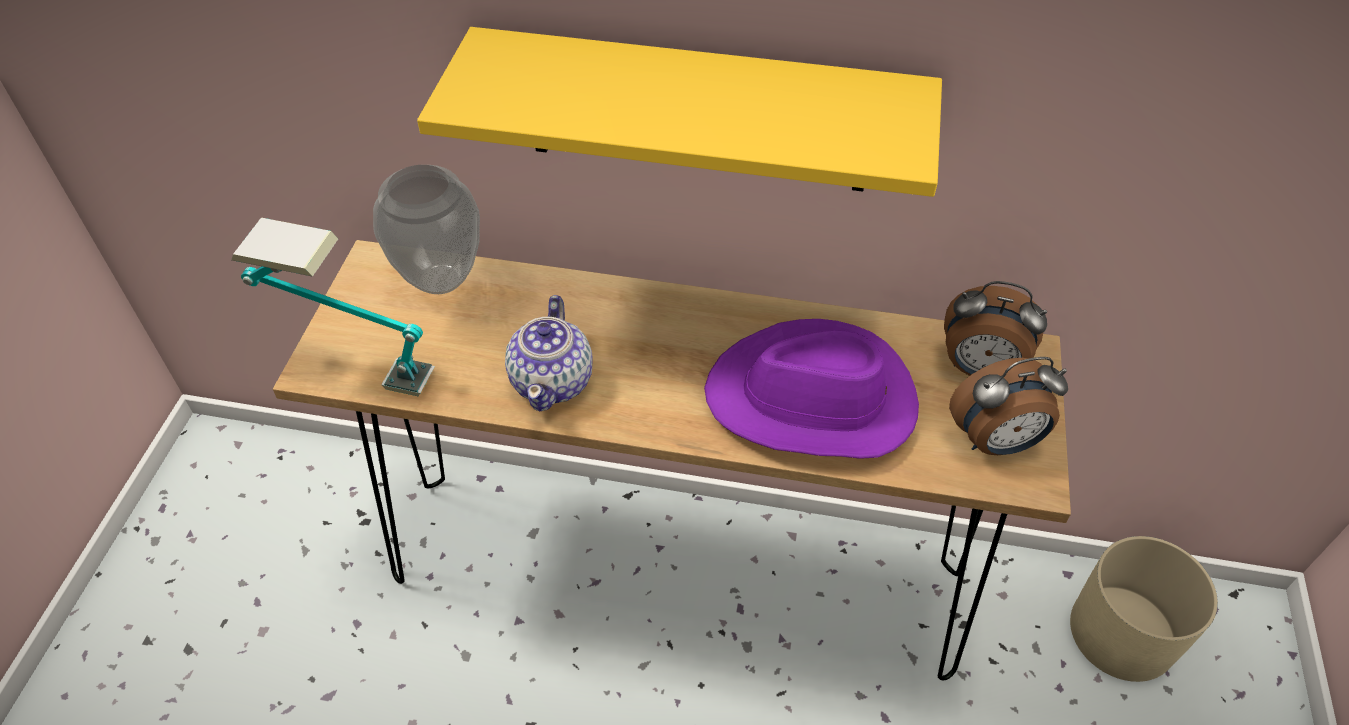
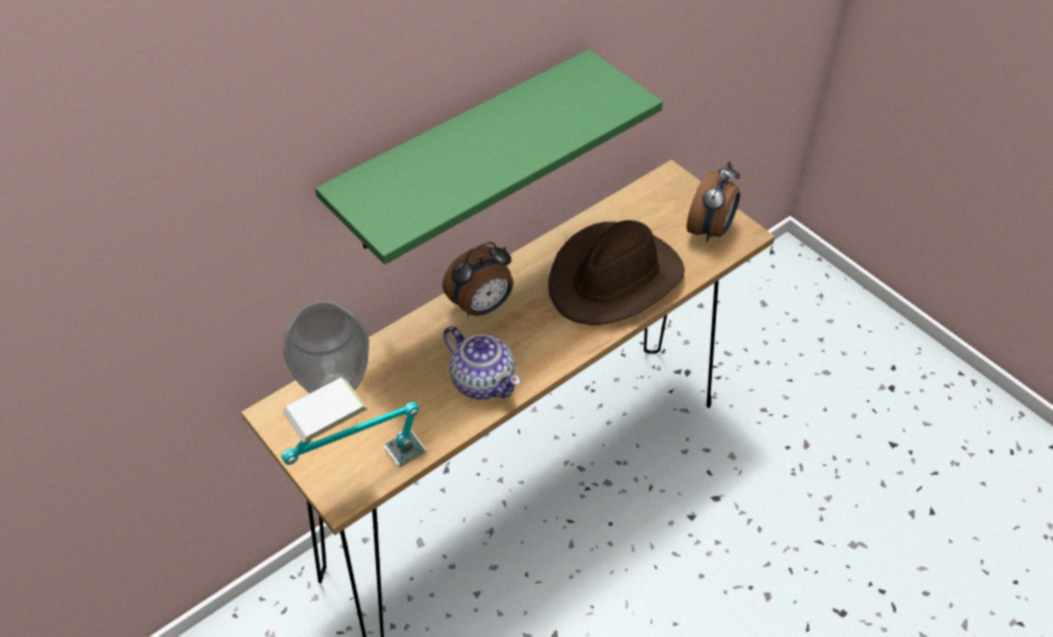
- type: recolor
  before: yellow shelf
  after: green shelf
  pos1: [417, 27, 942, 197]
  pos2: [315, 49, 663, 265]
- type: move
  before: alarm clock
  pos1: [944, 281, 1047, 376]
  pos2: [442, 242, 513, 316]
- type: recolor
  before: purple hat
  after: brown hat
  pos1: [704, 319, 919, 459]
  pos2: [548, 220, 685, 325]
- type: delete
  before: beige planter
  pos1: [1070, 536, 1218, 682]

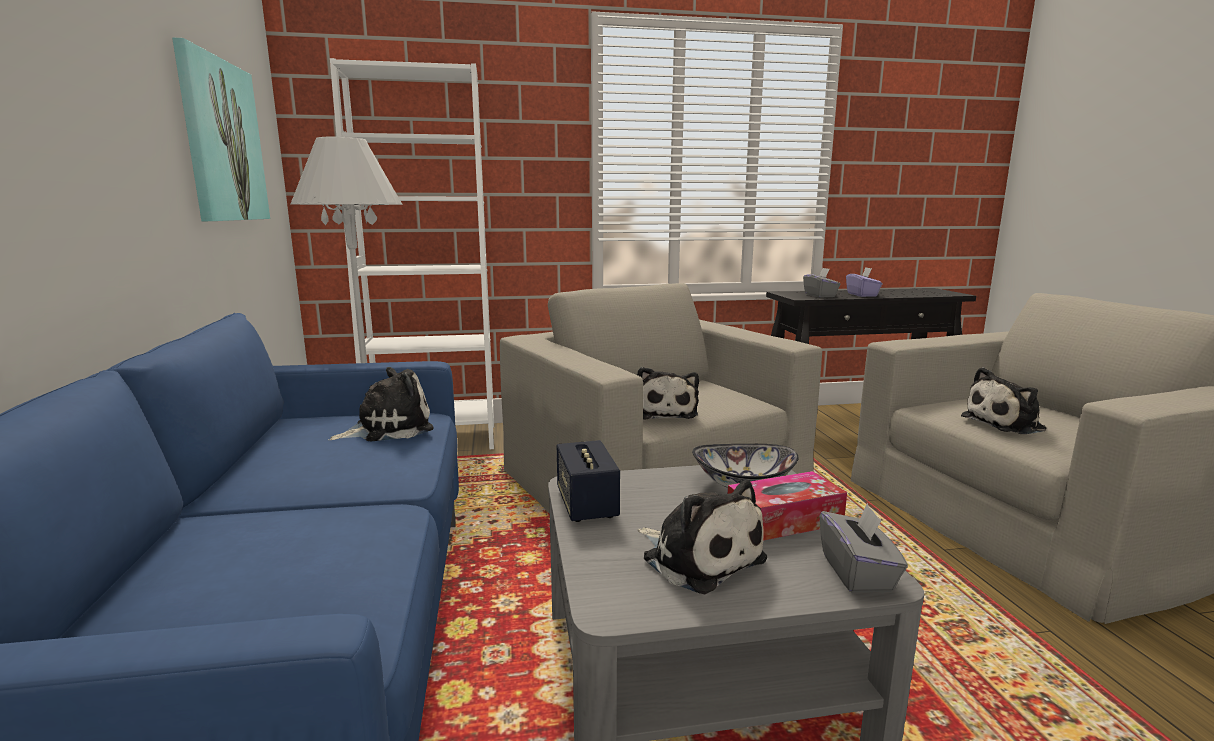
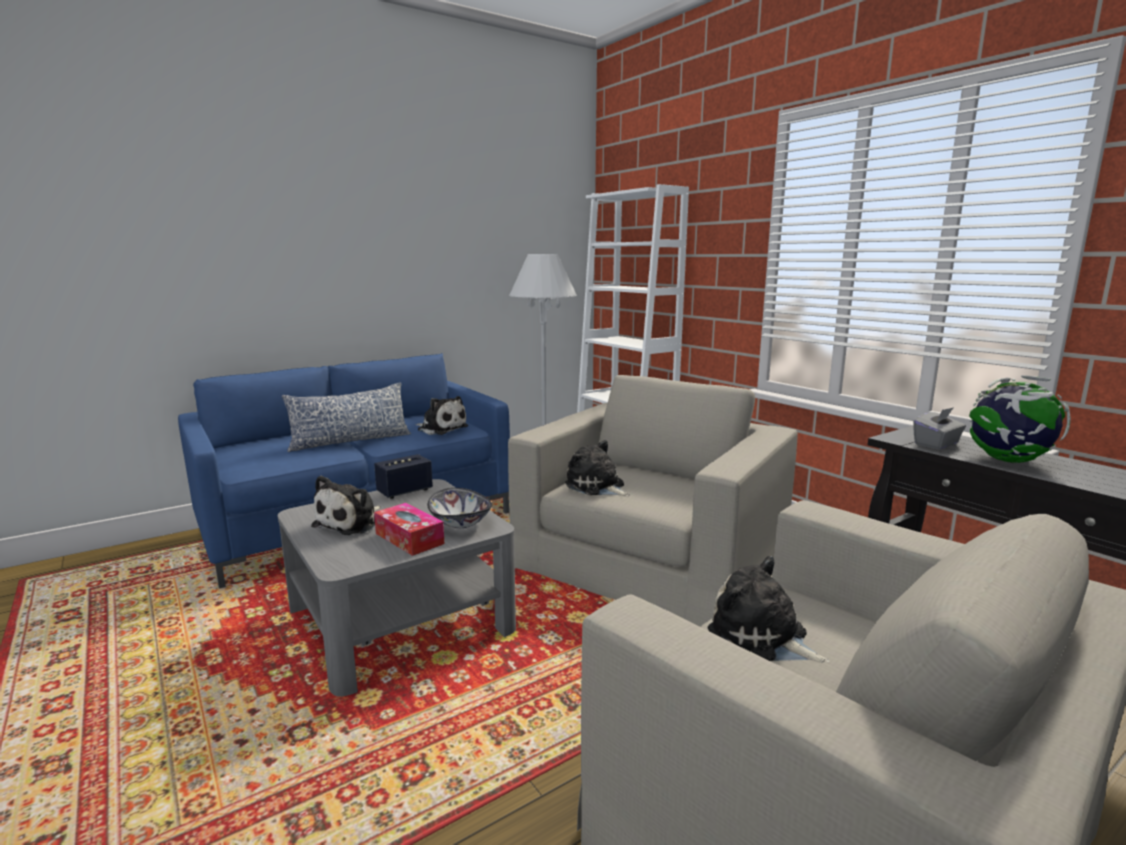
- type: delete
  before: picture
  pos1: [172, 38, 270, 221]
- type: replace
  before: purple tissue box
  after: globe
  pos1: [846, 268, 883, 297]
  pos2: [969, 375, 1071, 463]
- type: rotate
  before: plush toy
  pos1: [637, 367, 699, 420]
  pos2: [565, 440, 630, 496]
  turn: 75
- type: delete
  before: grey tissue box
  pos1: [820, 503, 908, 593]
- type: insert
  after: pillow
  pos2: [282, 382, 411, 452]

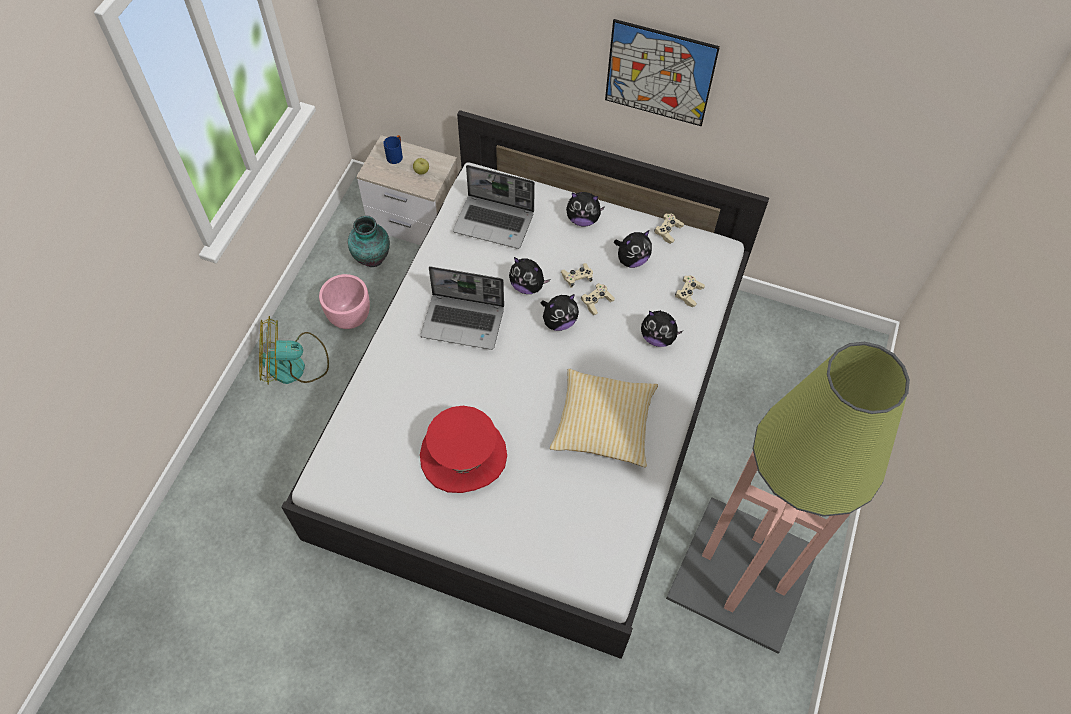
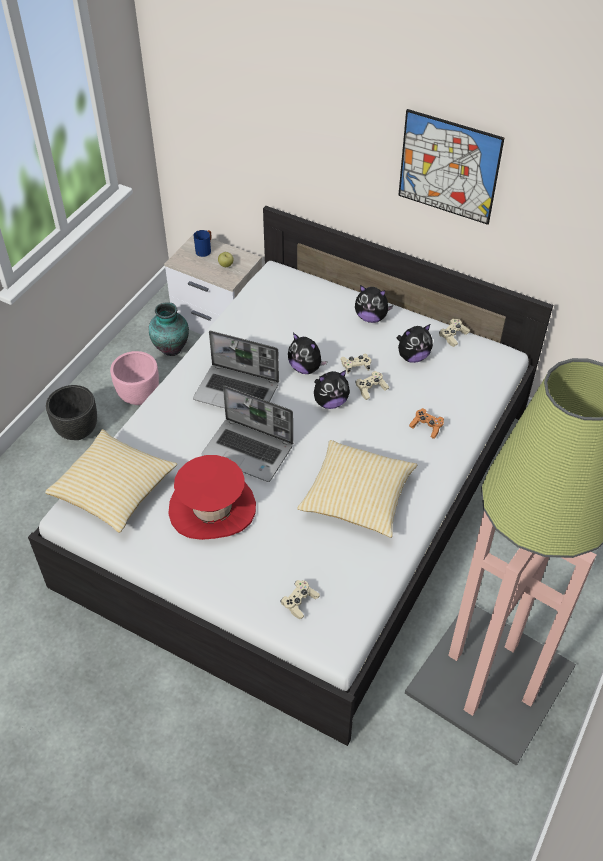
- type: move
  before: laptop
  pos1: [453, 165, 535, 249]
  pos2: [201, 386, 293, 482]
- type: move
  before: beige game controller
  pos1: [675, 275, 705, 307]
  pos2: [280, 580, 320, 619]
- type: replace
  before: plush toy
  after: orange game controller
  pos1: [641, 310, 683, 347]
  pos2: [409, 408, 444, 439]
- type: replace
  before: fan
  after: black planter
  pos1: [259, 316, 329, 384]
  pos2: [46, 385, 97, 440]
- type: insert
  after: pillow
  pos2: [45, 429, 177, 533]

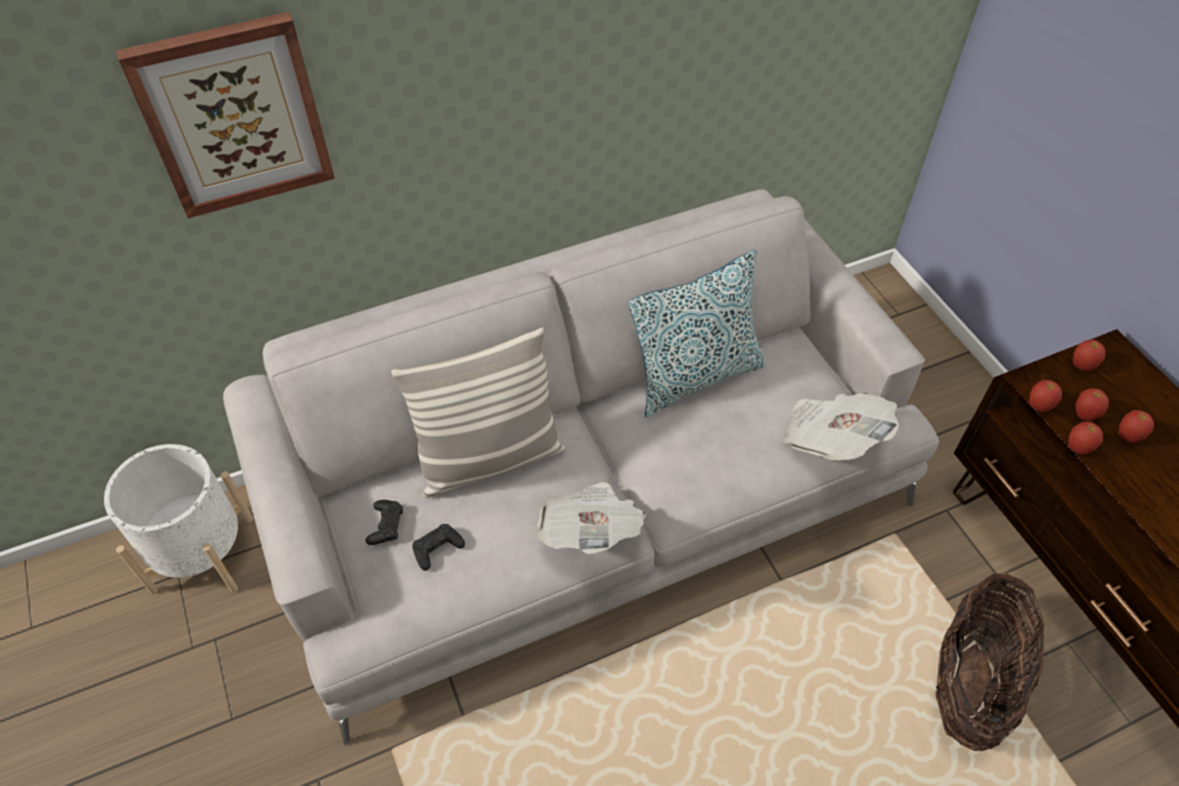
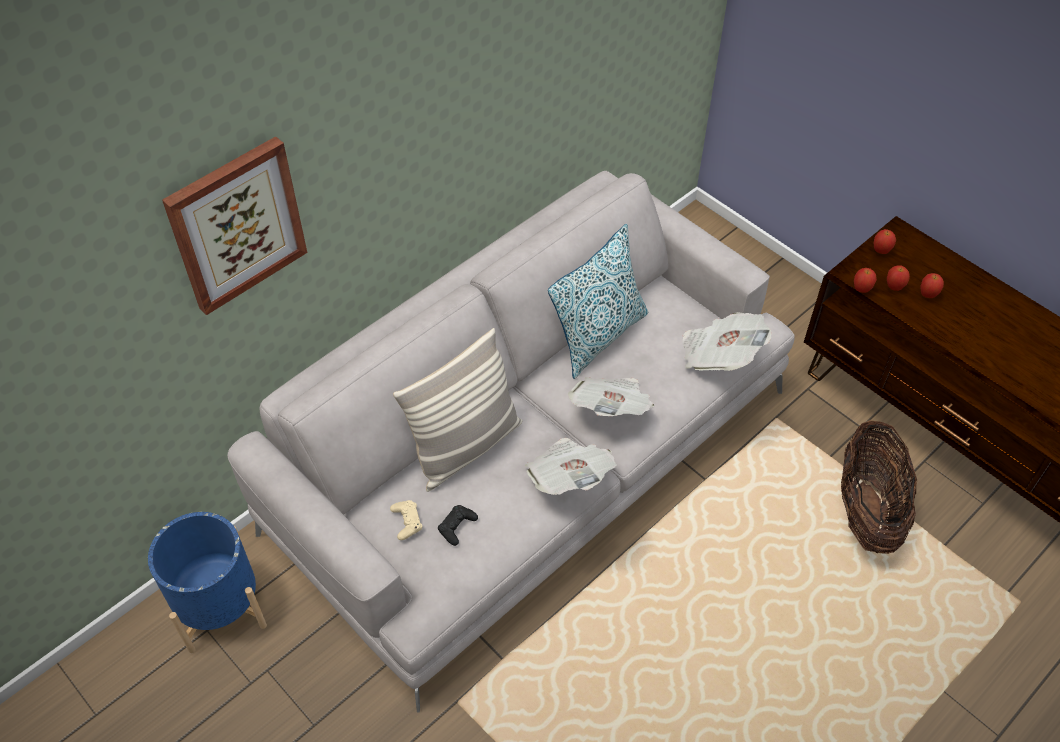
- type: delete
  before: apple
  pos1: [1068, 422, 1103, 455]
- type: recolor
  before: white planter
  after: blue planter
  pos1: [104, 444, 253, 594]
  pos2: [148, 512, 267, 653]
- type: recolor
  before: black game controller
  after: beige game controller
  pos1: [366, 500, 403, 545]
  pos2: [390, 500, 422, 540]
- type: insert
  after: newspaper
  pos2: [568, 377, 654, 416]

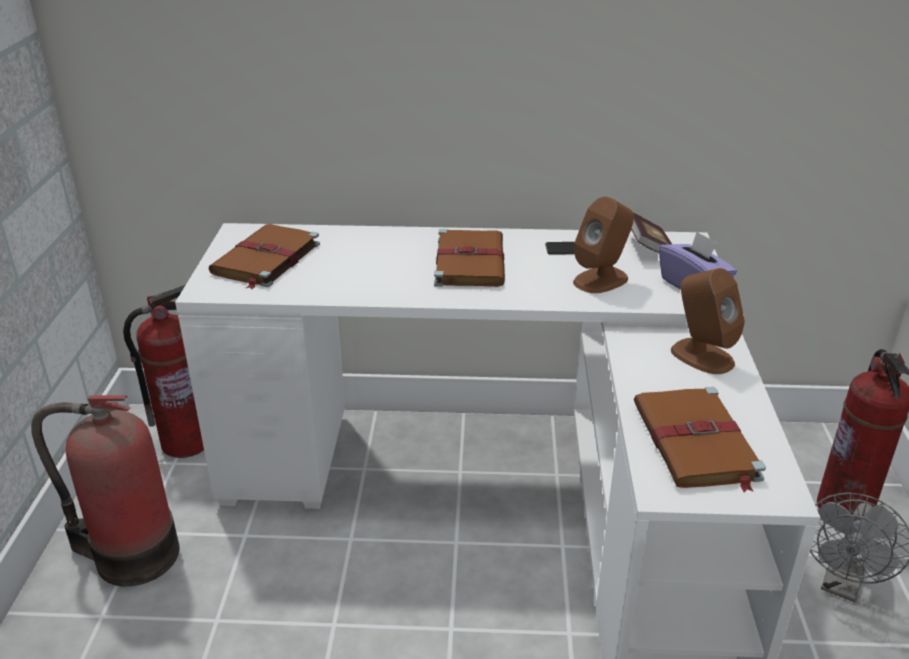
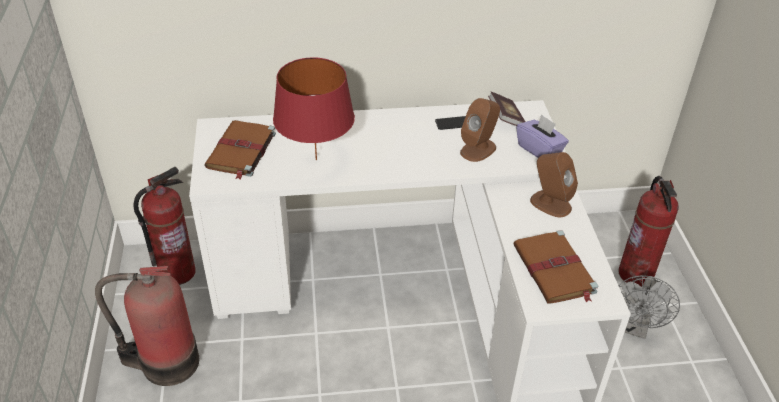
- type: delete
  before: brown book
  pos1: [434, 229, 505, 287]
- type: insert
  after: red table lamp
  pos2: [273, 57, 355, 160]

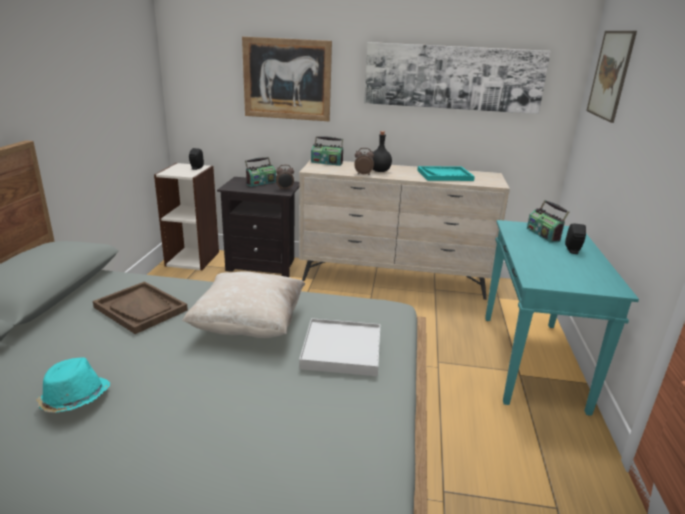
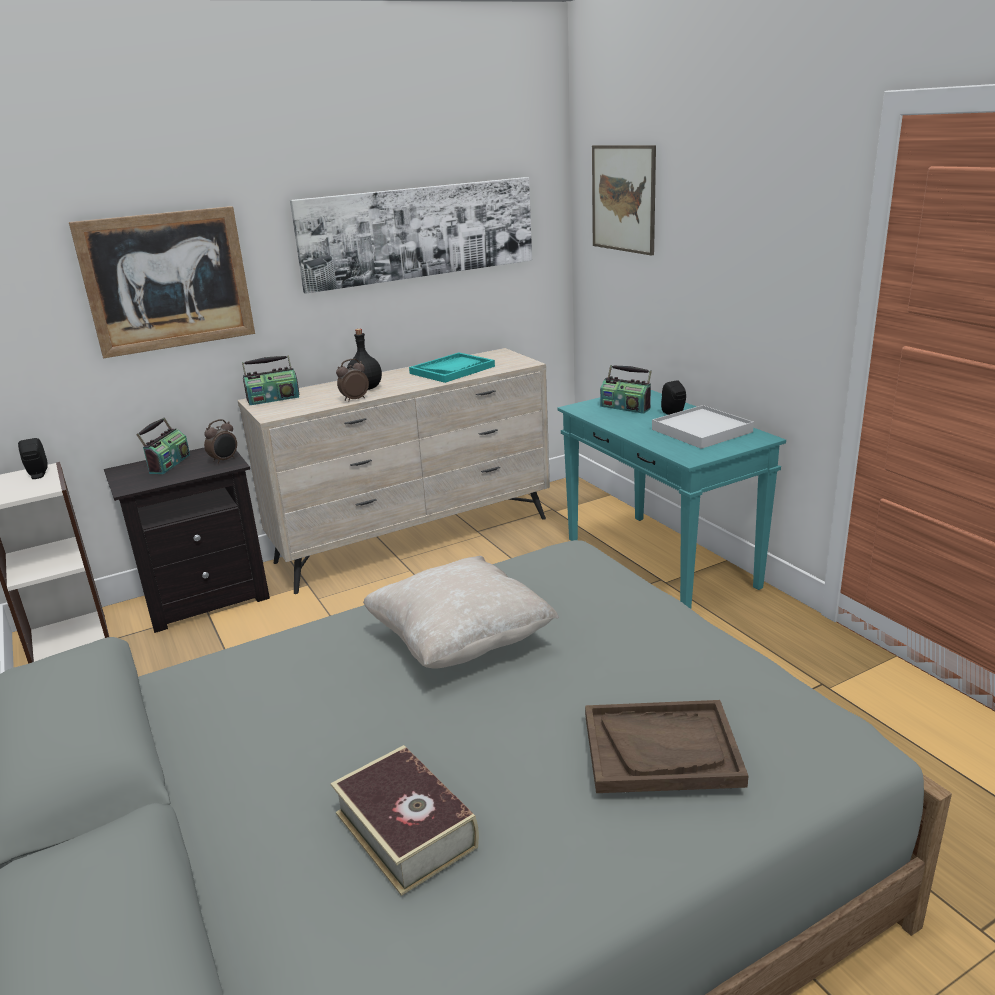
- type: move
  before: brown tray
  pos1: [93, 281, 188, 334]
  pos2: [585, 700, 748, 793]
- type: move
  before: white tray
  pos1: [299, 318, 380, 376]
  pos2: [652, 405, 754, 449]
- type: replace
  before: turquoise hat
  after: book
  pos1: [36, 357, 110, 413]
  pos2: [331, 745, 479, 896]

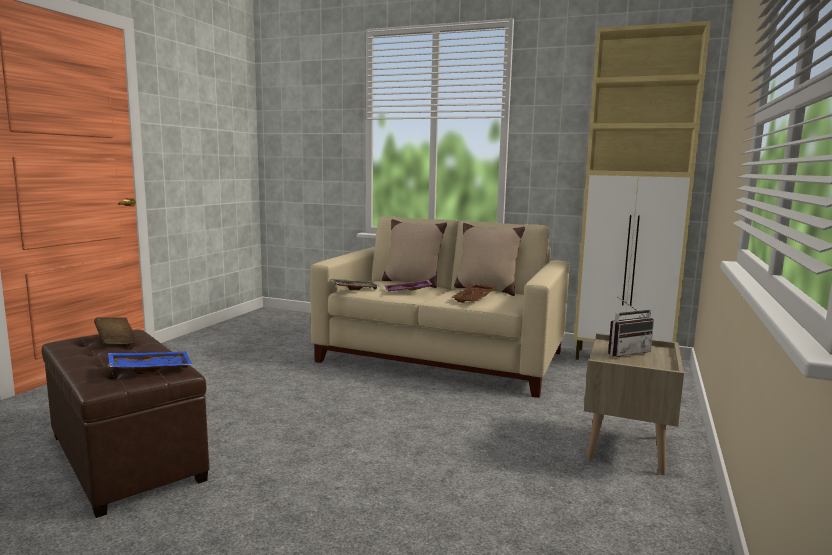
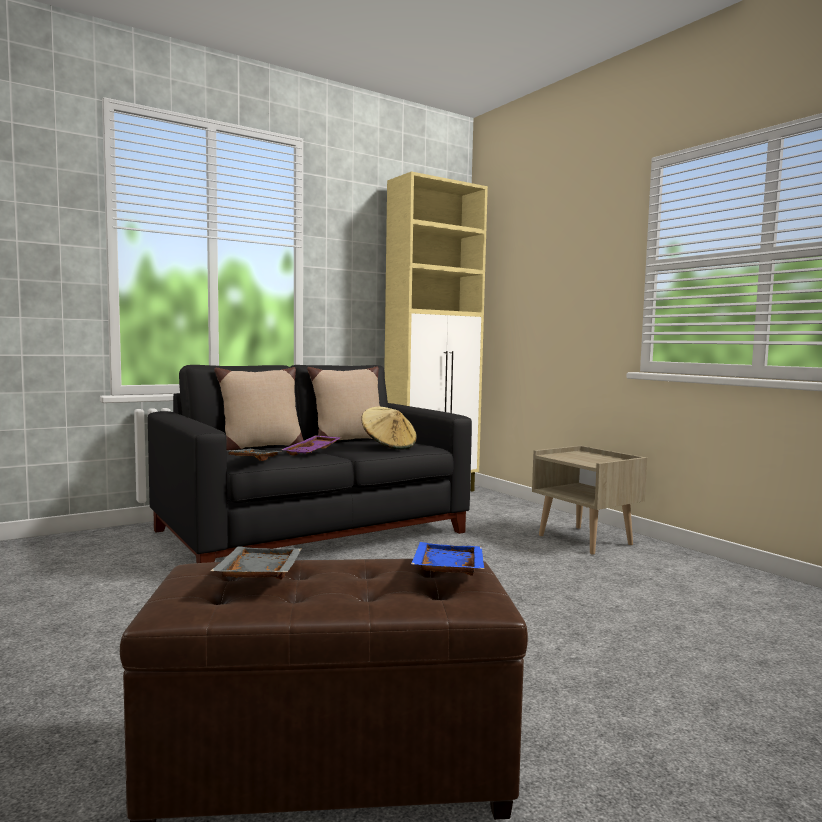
- type: recolor
  before: beige sofa
  after: black sofa
  pos1: [310, 216, 569, 398]
  pos2: [148, 365, 472, 563]
- type: replace
  before: brown tray
  after: beige hat
  pos1: [451, 284, 497, 303]
  pos2: [361, 407, 417, 450]
- type: delete
  before: radio
  pos1: [608, 297, 654, 357]
- type: replace
  before: brown book
  after: grey tray
  pos1: [94, 317, 136, 344]
  pos2: [210, 546, 301, 580]

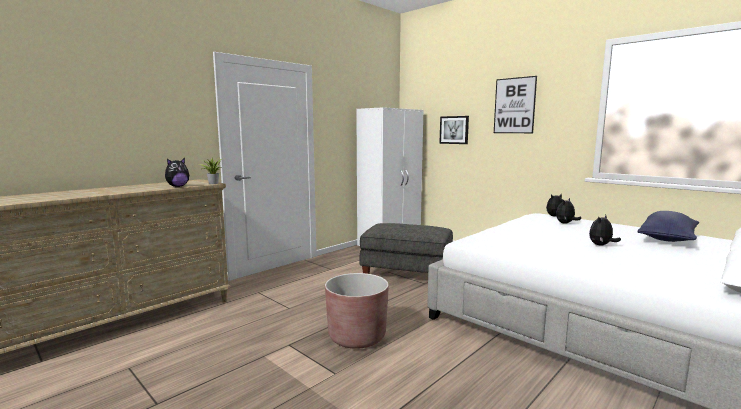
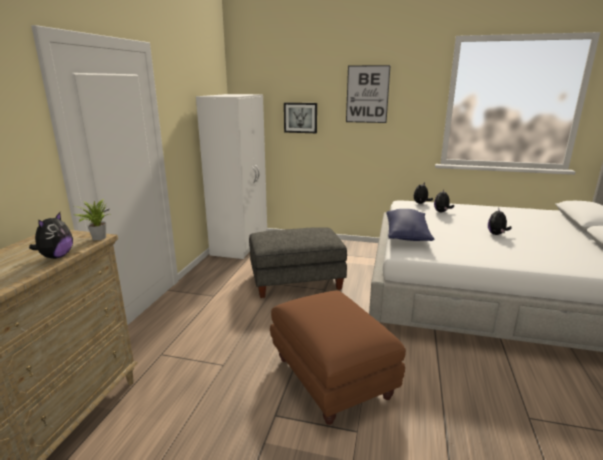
- type: move
  before: blue pillow
  pos1: [638, 211, 699, 242]
  pos2: [386, 209, 434, 241]
- type: replace
  before: brown planter
  after: brown ottoman
  pos1: [325, 273, 389, 349]
  pos2: [270, 291, 406, 425]

